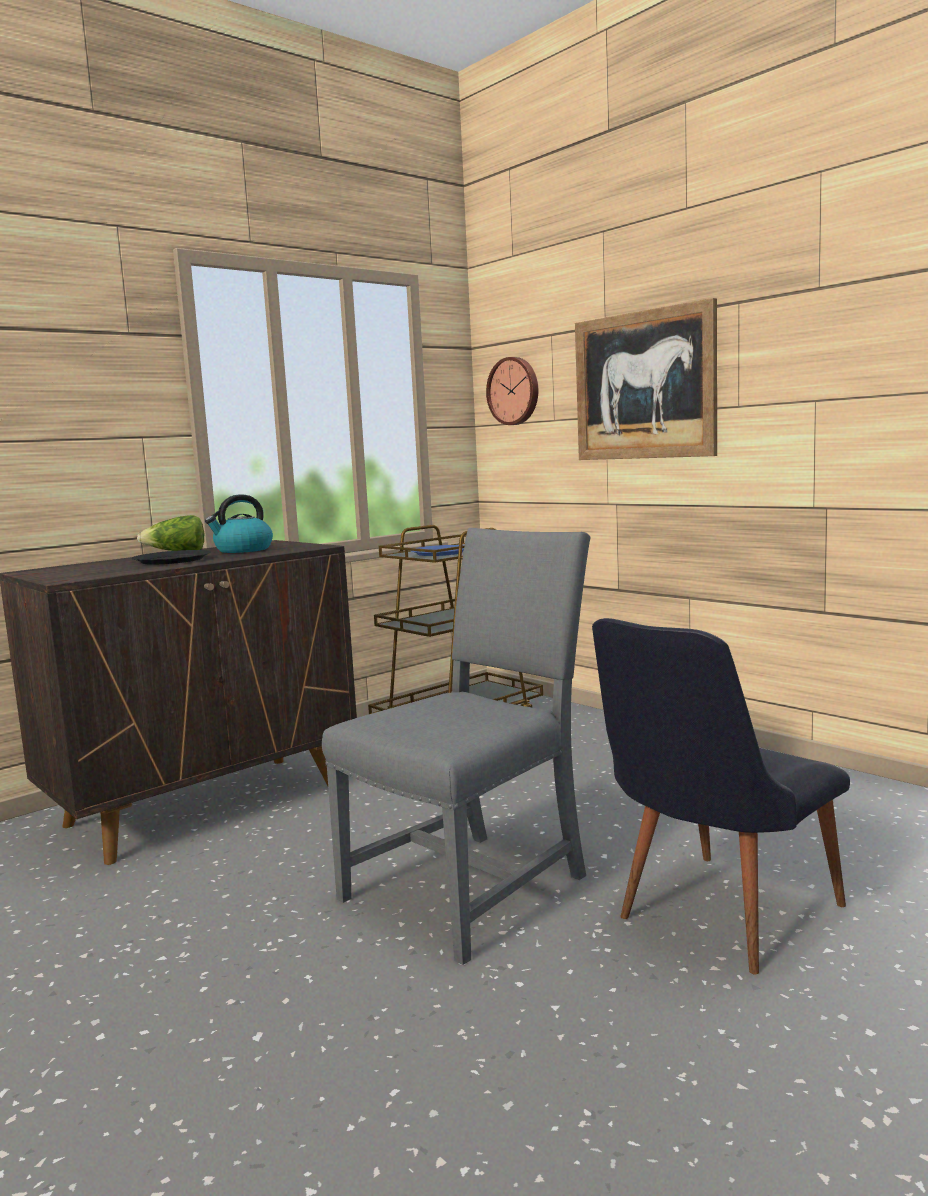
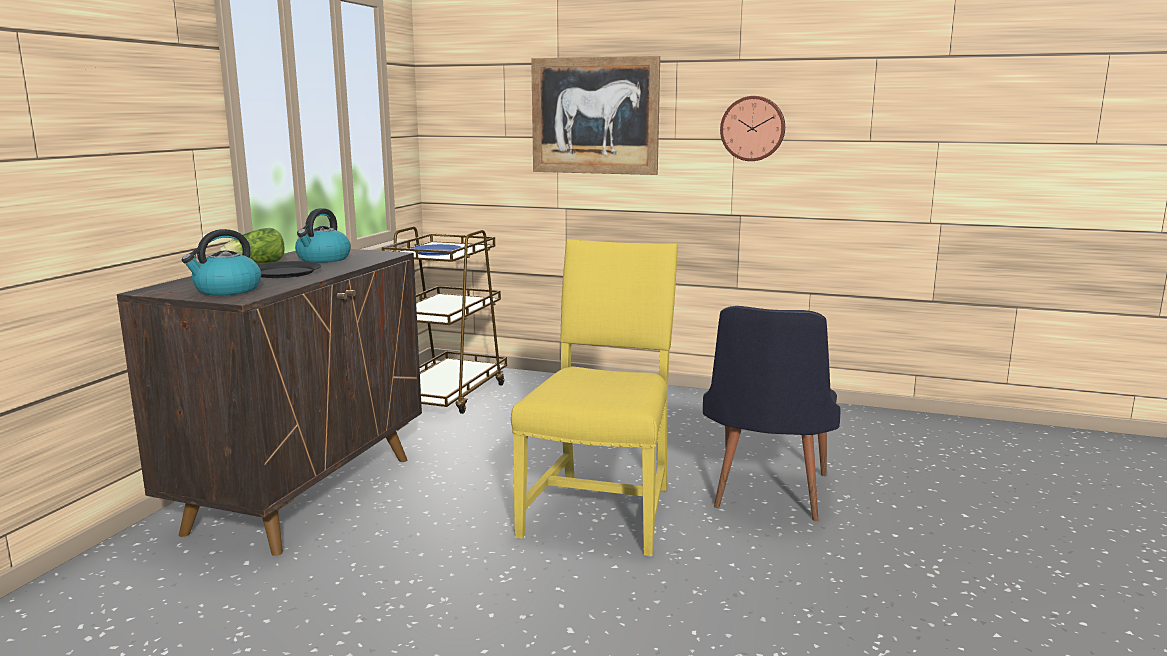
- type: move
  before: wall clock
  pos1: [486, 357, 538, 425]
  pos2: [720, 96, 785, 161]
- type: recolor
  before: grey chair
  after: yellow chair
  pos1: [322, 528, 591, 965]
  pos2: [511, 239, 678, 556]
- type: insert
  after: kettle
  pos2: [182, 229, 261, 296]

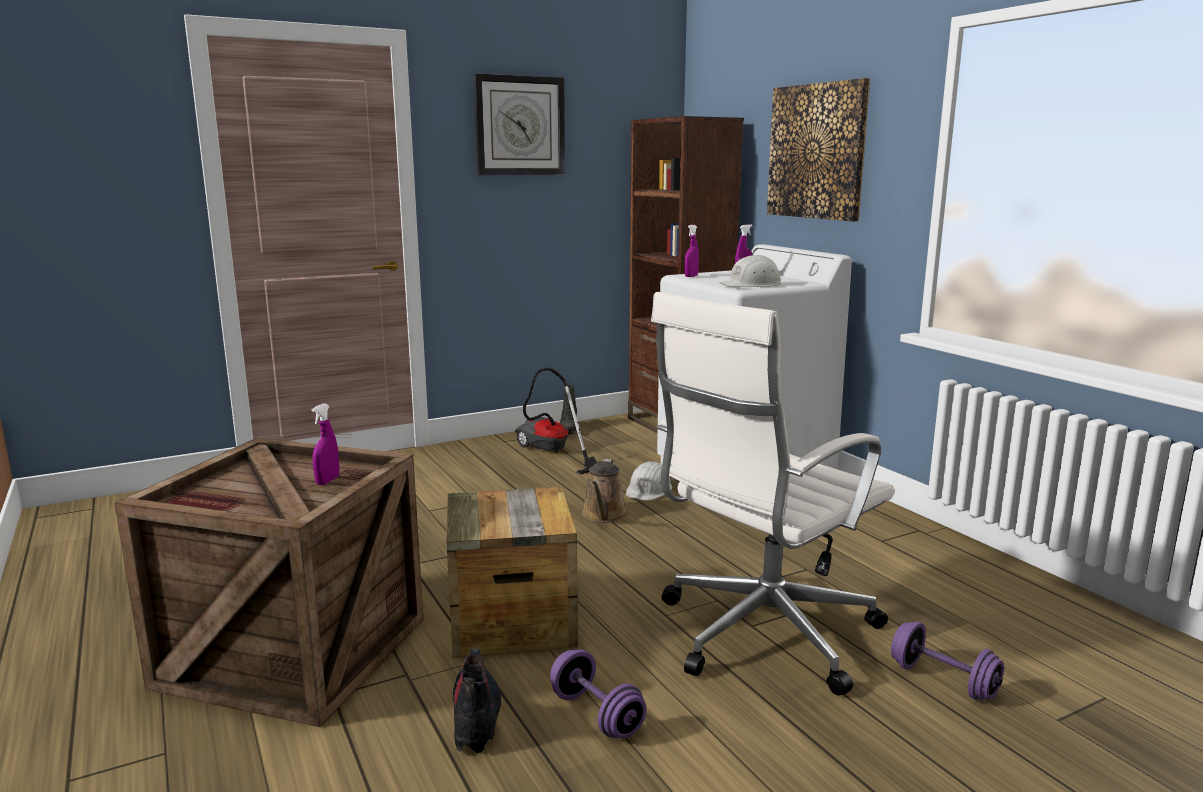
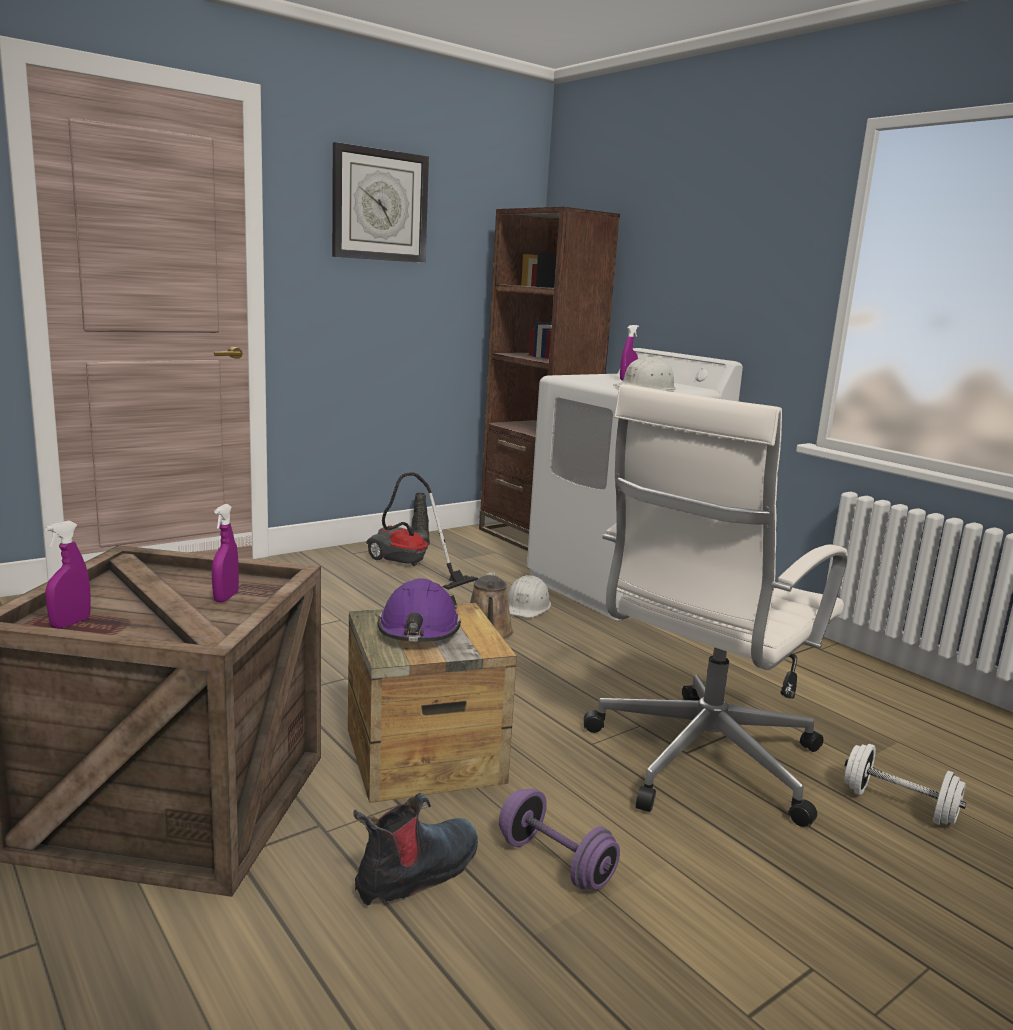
- type: delete
  before: picture
  pos1: [767, 78, 870, 221]
- type: move
  before: purple spray bottle
  pos1: [685, 225, 699, 277]
  pos2: [45, 521, 91, 629]
- type: recolor
  before: purple dumbbell
  after: white dumbbell
  pos1: [891, 621, 1004, 700]
  pos2: [844, 744, 967, 825]
- type: rotate
  before: boot
  pos1: [453, 649, 501, 753]
  pos2: [353, 793, 478, 906]
  turn: 60
- type: insert
  after: purple hard hat
  pos2: [378, 578, 461, 642]

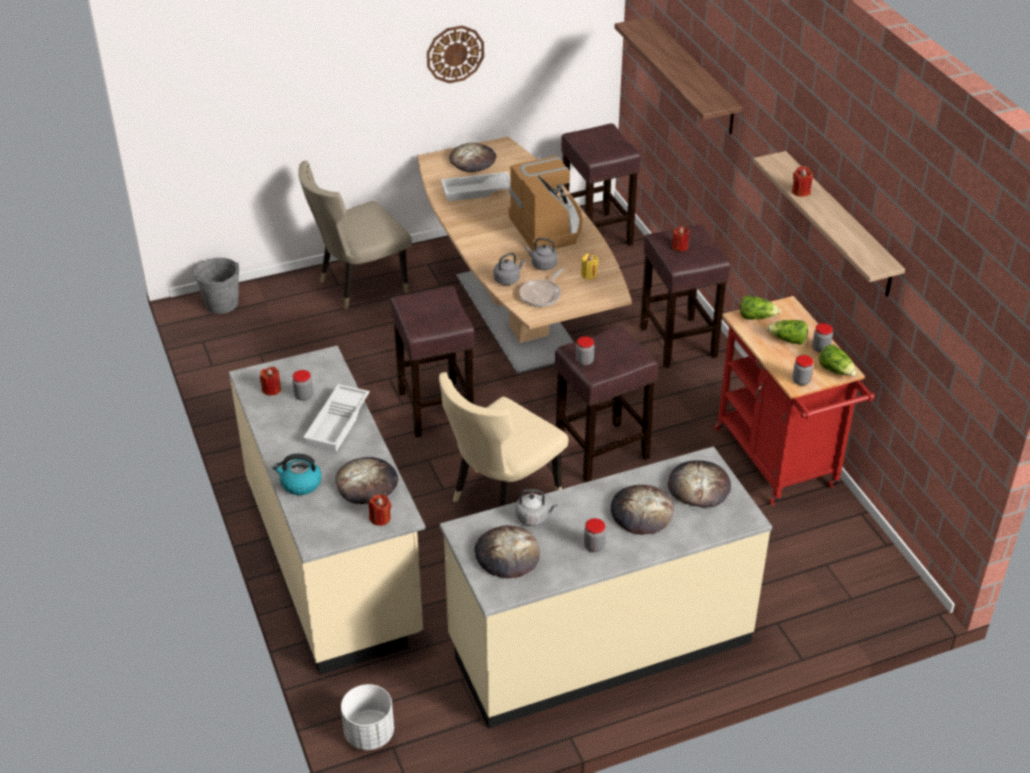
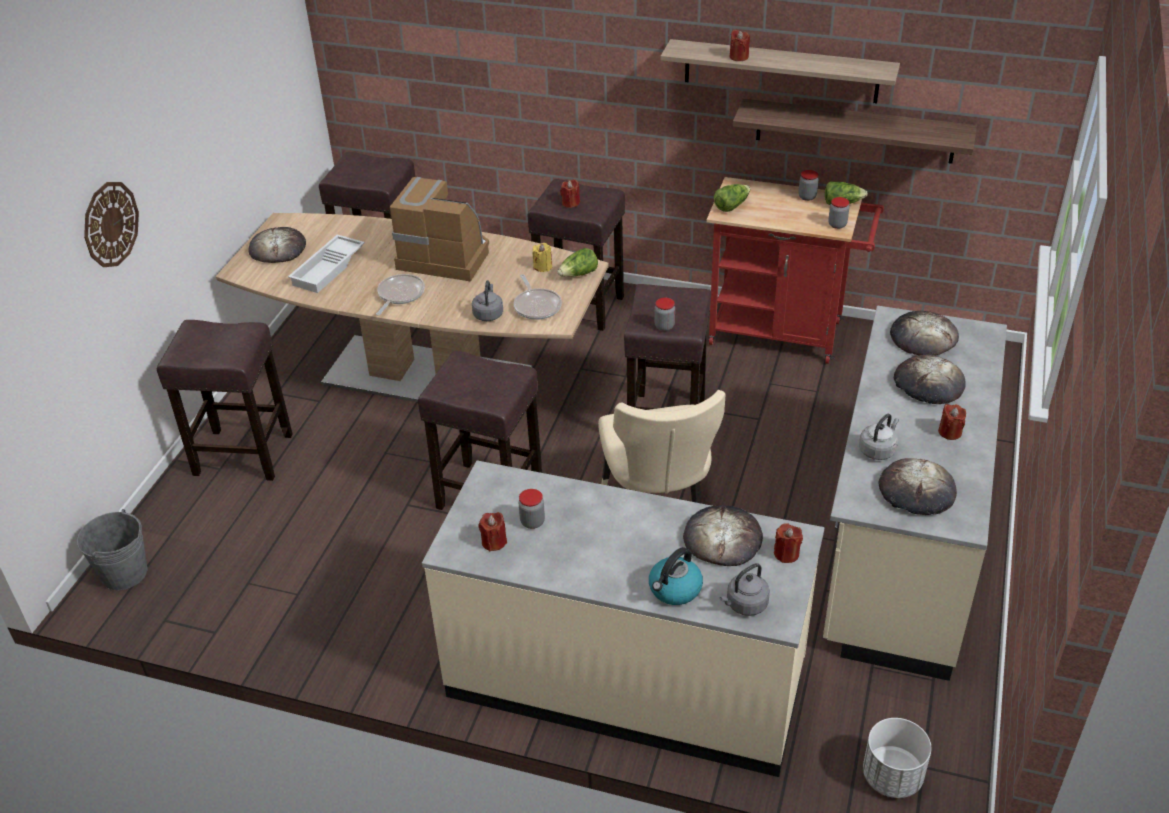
- type: move
  before: shelf
  pos1: [615, 17, 742, 135]
  pos2: [733, 99, 977, 164]
- type: move
  before: wall clock
  pos1: [427, 25, 484, 83]
  pos2: [84, 182, 139, 267]
- type: replace
  before: beige chair
  after: brown stool
  pos1: [298, 161, 412, 309]
  pos2: [157, 320, 293, 481]
- type: move
  before: grey kettle
  pos1: [525, 238, 558, 270]
  pos2: [720, 563, 770, 616]
- type: move
  before: lettuce
  pos1: [766, 320, 808, 345]
  pos2: [557, 248, 598, 277]
- type: delete
  before: white tray
  pos1: [303, 384, 370, 452]
- type: replace
  before: jar
  after: red candle
  pos1: [584, 518, 606, 552]
  pos2: [938, 404, 966, 440]
- type: insert
  after: frying pan
  pos2: [376, 274, 425, 316]

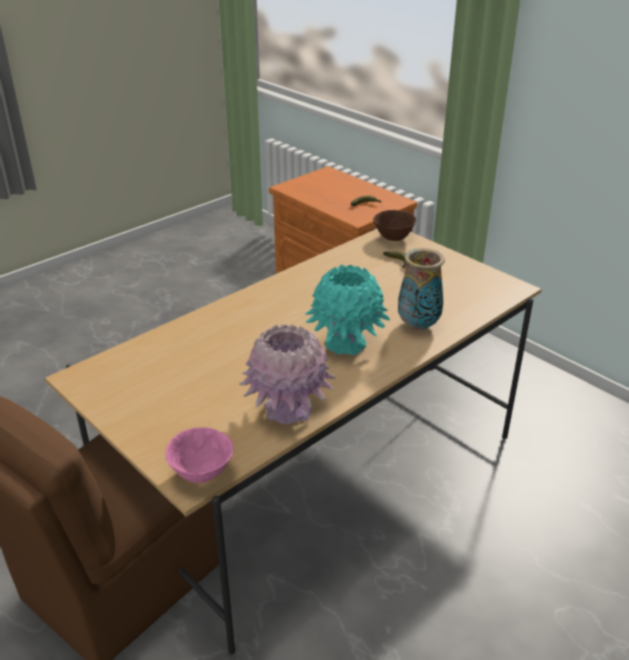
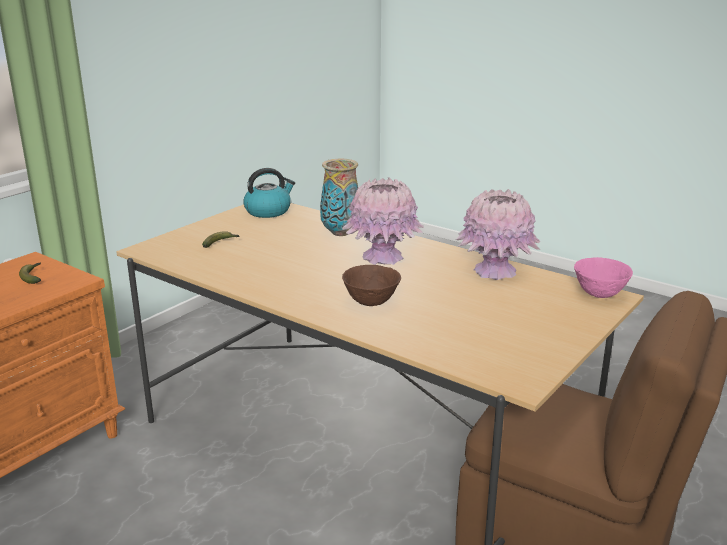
- type: move
  before: brown bowl
  pos1: [373, 210, 416, 241]
  pos2: [342, 265, 401, 306]
- type: recolor
  before: turquoise vase
  after: pink vase
  pos1: [305, 265, 390, 355]
  pos2: [342, 177, 424, 265]
- type: insert
  after: kettle
  pos2: [243, 168, 295, 218]

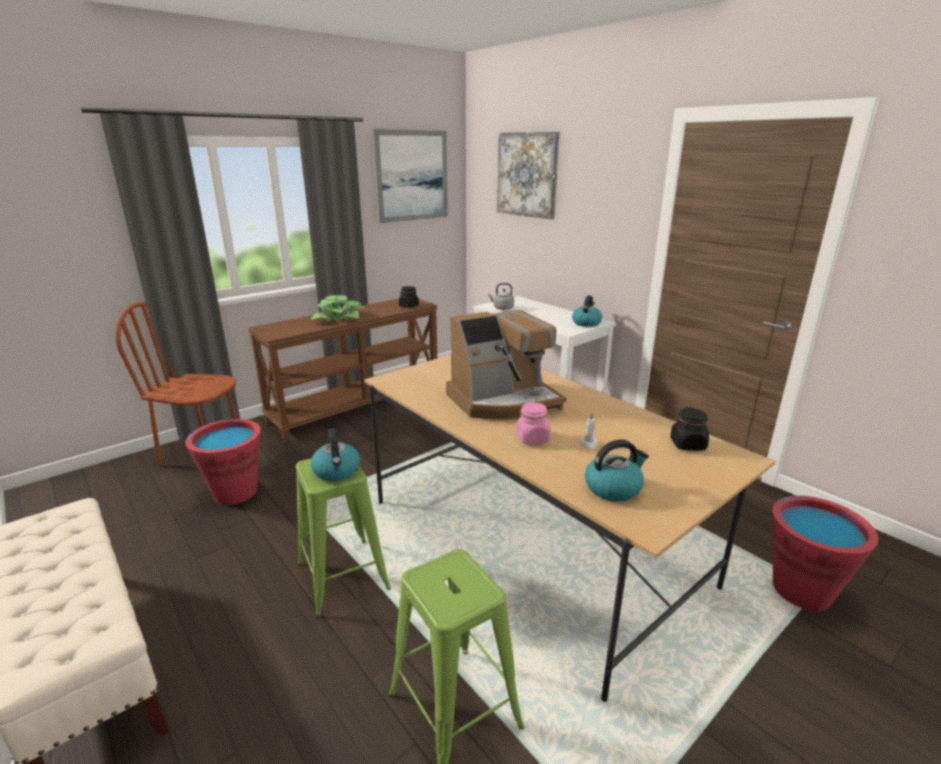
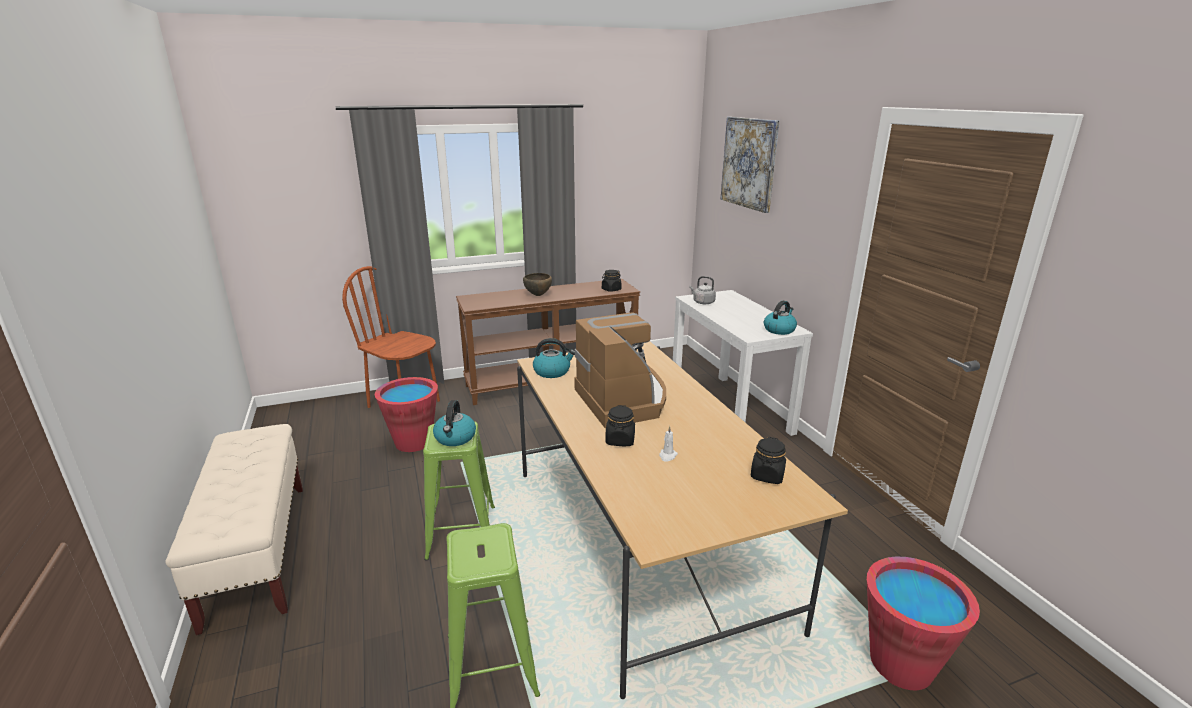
- type: delete
  before: picture
  pos1: [373, 129, 448, 223]
- type: replace
  before: potted plant
  after: brown bowl
  pos1: [311, 295, 365, 322]
  pos2: [523, 273, 552, 296]
- type: rotate
  before: coffee machine
  pos1: [446, 310, 566, 419]
  pos2: [574, 312, 666, 428]
  turn: -105
- type: recolor
  before: pink jar
  after: black jar
  pos1: [516, 402, 551, 444]
  pos2: [605, 405, 635, 446]
- type: move
  before: kettle
  pos1: [585, 439, 649, 502]
  pos2: [533, 338, 575, 378]

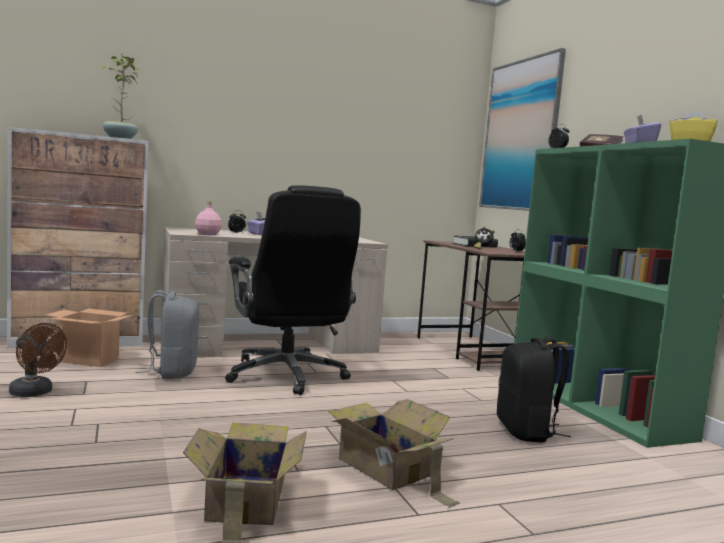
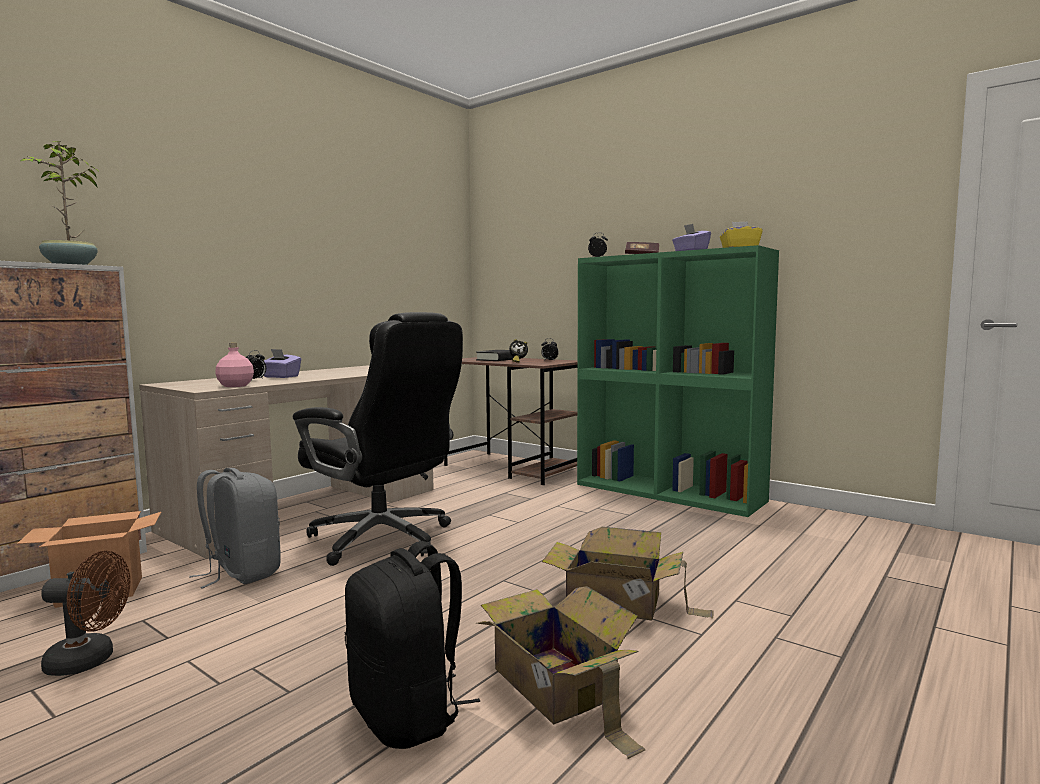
- type: delete
  before: picture
  pos1: [479, 48, 566, 211]
- type: move
  before: black backpack
  pos1: [497, 337, 571, 443]
  pos2: [345, 541, 480, 749]

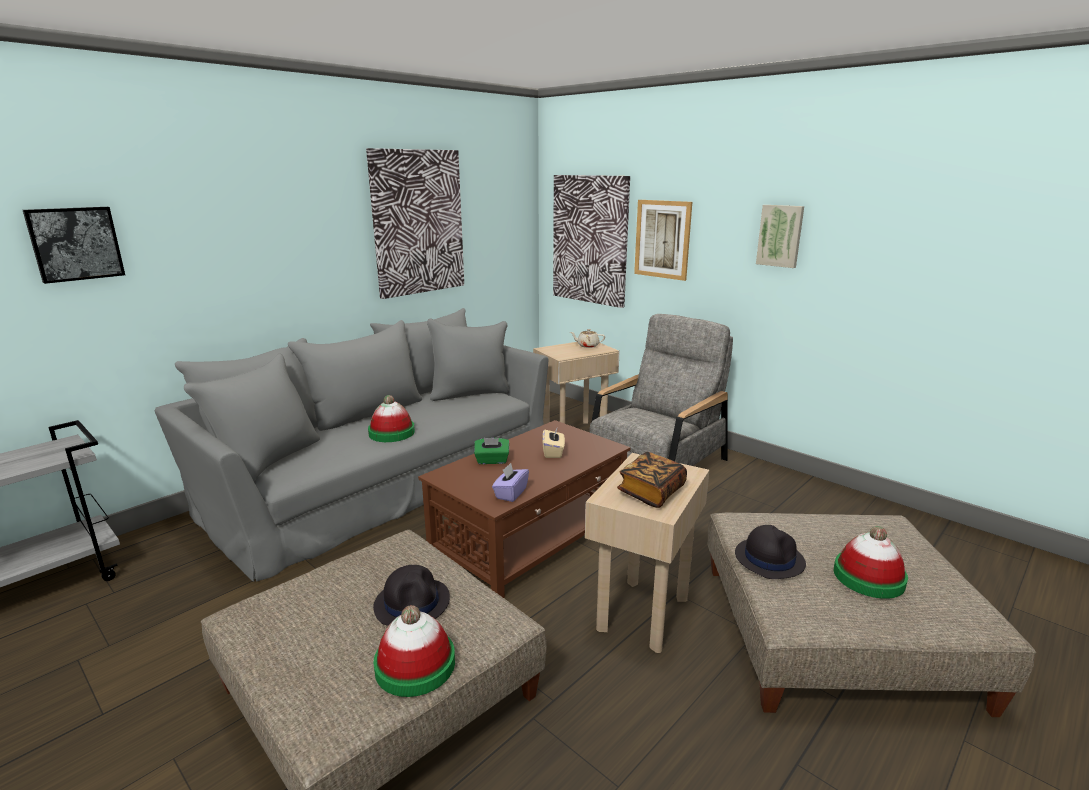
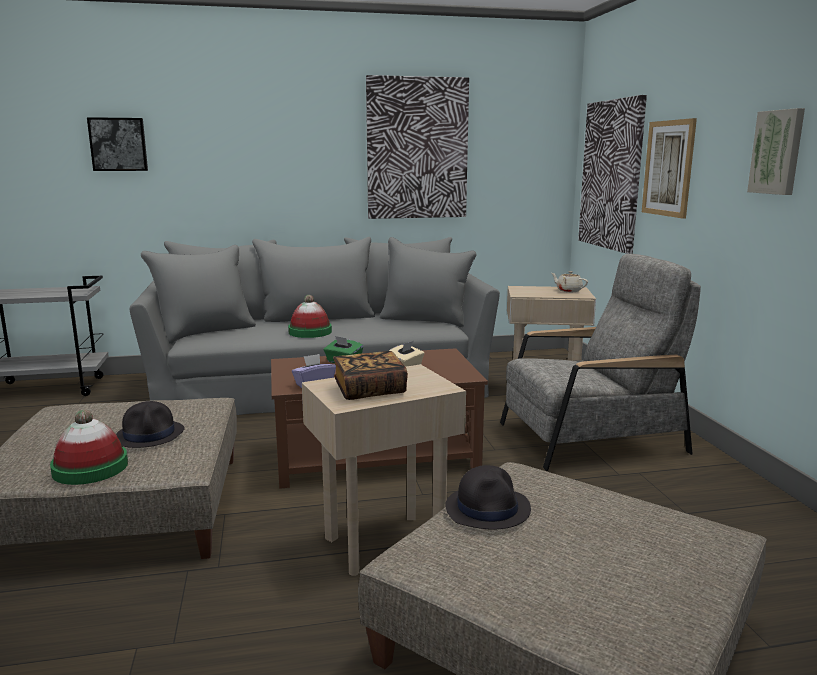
- type: delete
  before: hat
  pos1: [834, 526, 908, 599]

